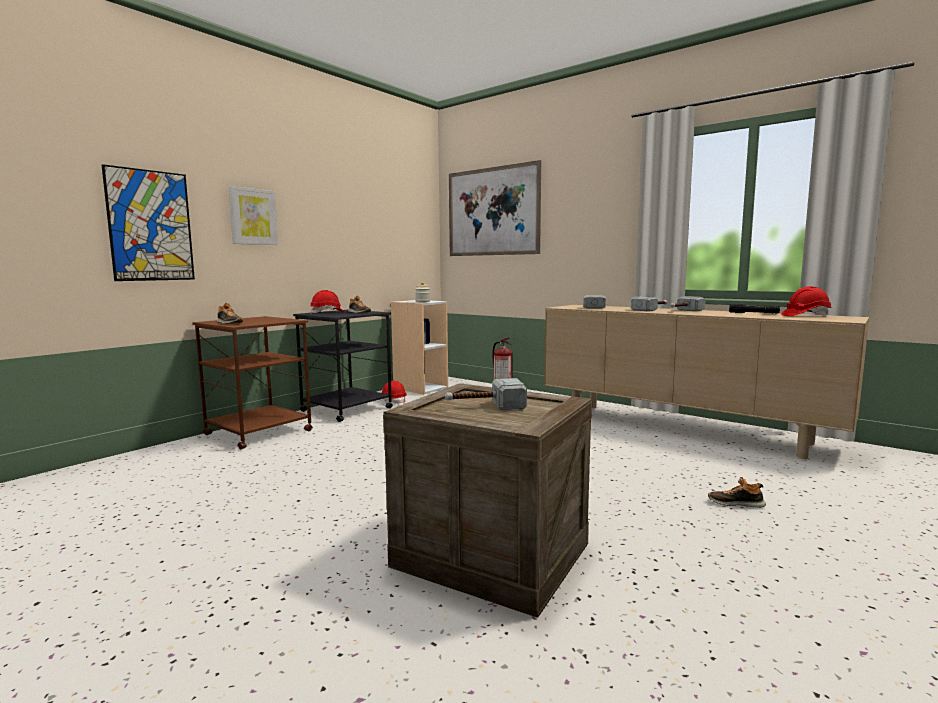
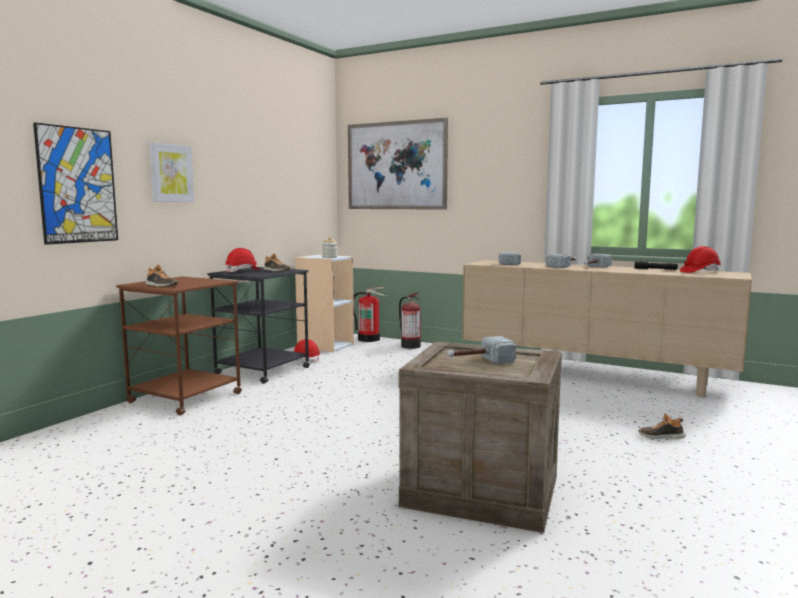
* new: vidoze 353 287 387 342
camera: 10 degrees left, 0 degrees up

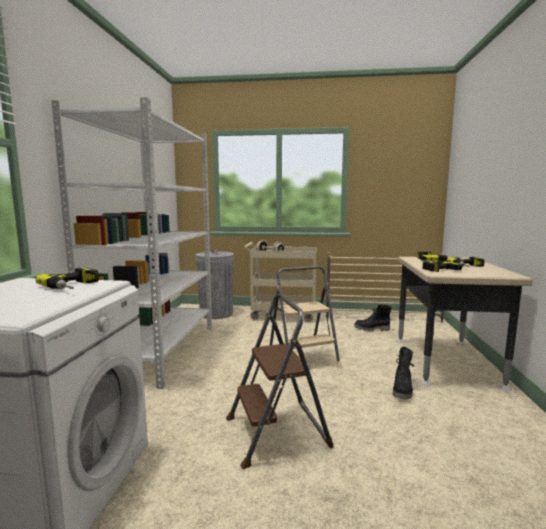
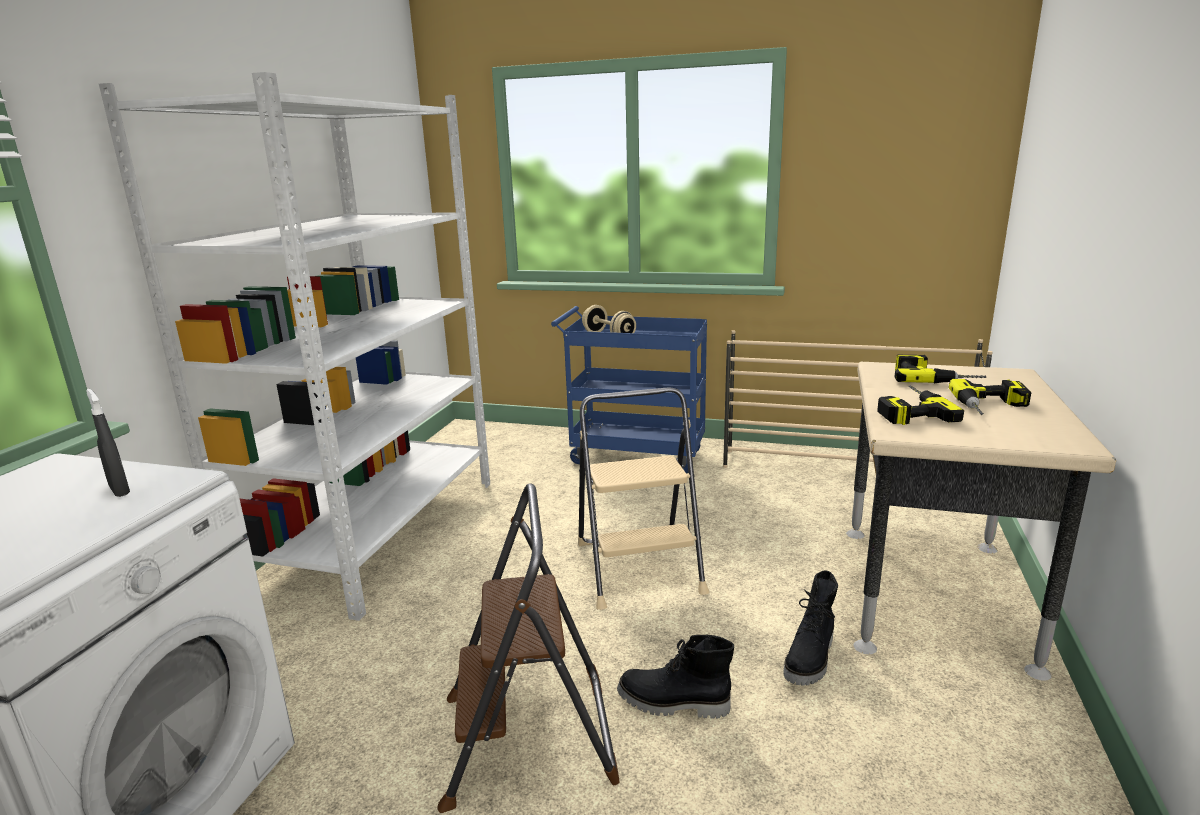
* swapped: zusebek 36 268 99 289 to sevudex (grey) 86 389 130 497
* gone: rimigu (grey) 196 250 234 319
* repainted: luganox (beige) 244 242 317 322 to luganox (blue) 551 306 707 473
* shifted: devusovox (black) 354 305 391 331 to 617 635 734 719
camera: 10 degrees right, 10 degrees up

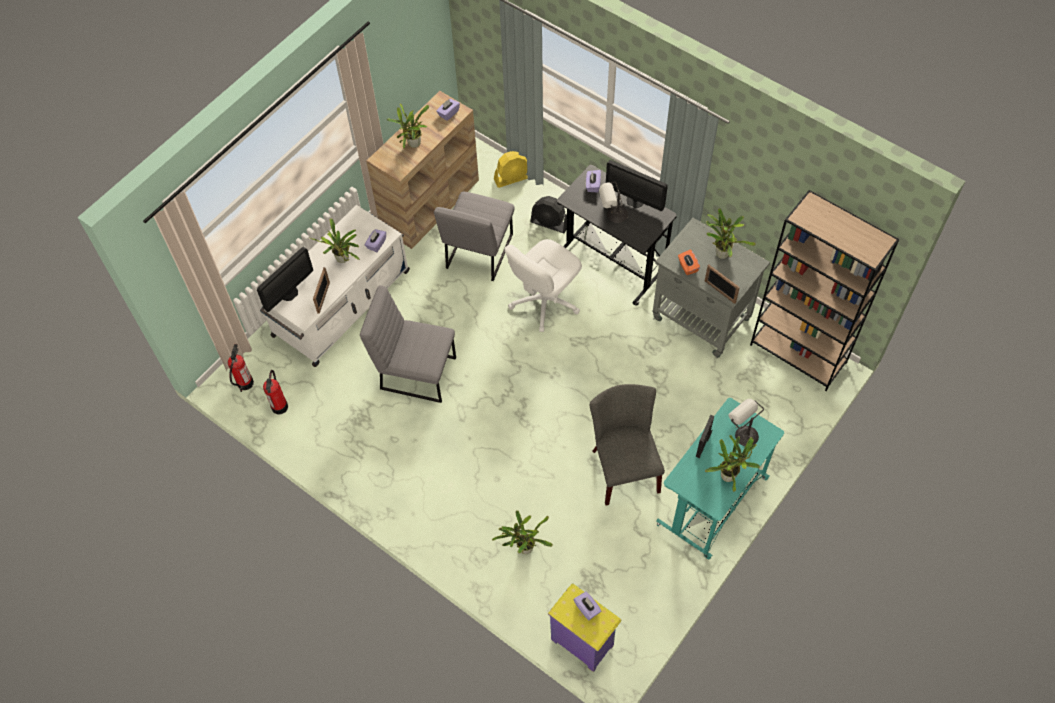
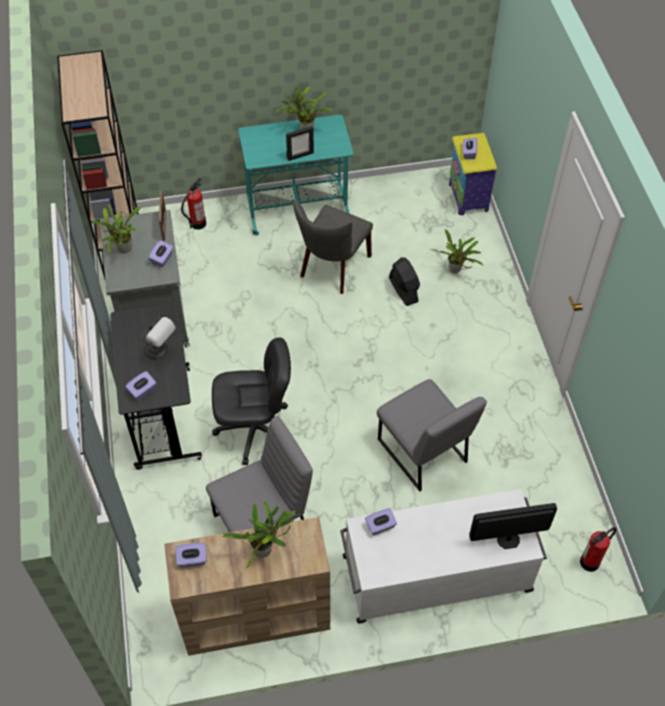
* shifted: vidoze 263 370 288 415 to 181 178 206 230
* gone: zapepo 310 218 360 263
* gone: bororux 313 267 330 314
* gone: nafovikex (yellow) 494 151 527 188
* repainted: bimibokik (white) 504 239 582 332 to bimibokik (black) 212 337 291 465
* shifted: nafovikex (black) 530 196 567 233 to 389 257 420 306
* gone: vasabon 606 160 668 211
* repainted: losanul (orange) 678 249 700 275 to losanul (purple) 149 240 173 267
* gone: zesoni 728 399 764 446
camera: 140 degrees left, 5 degrees down

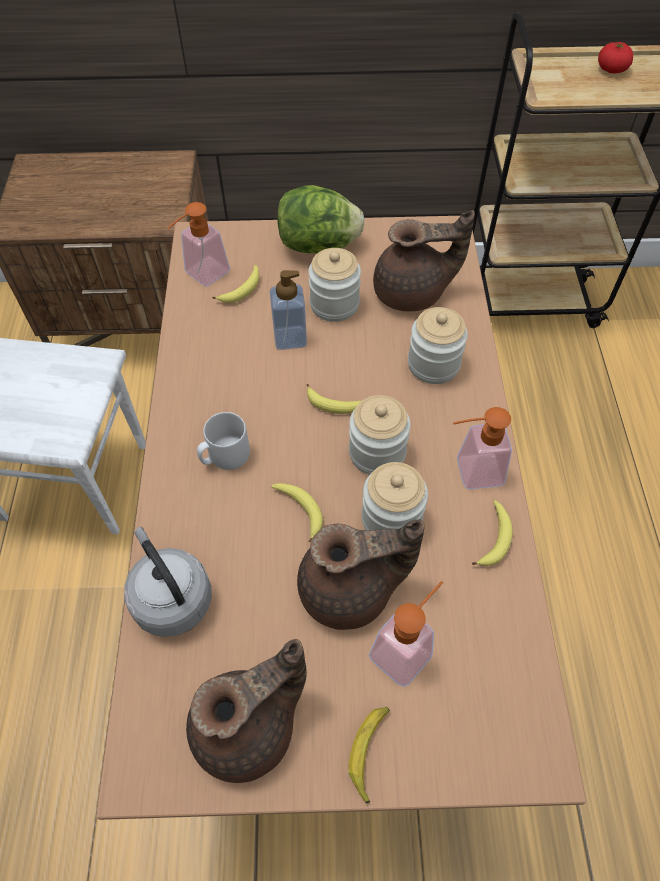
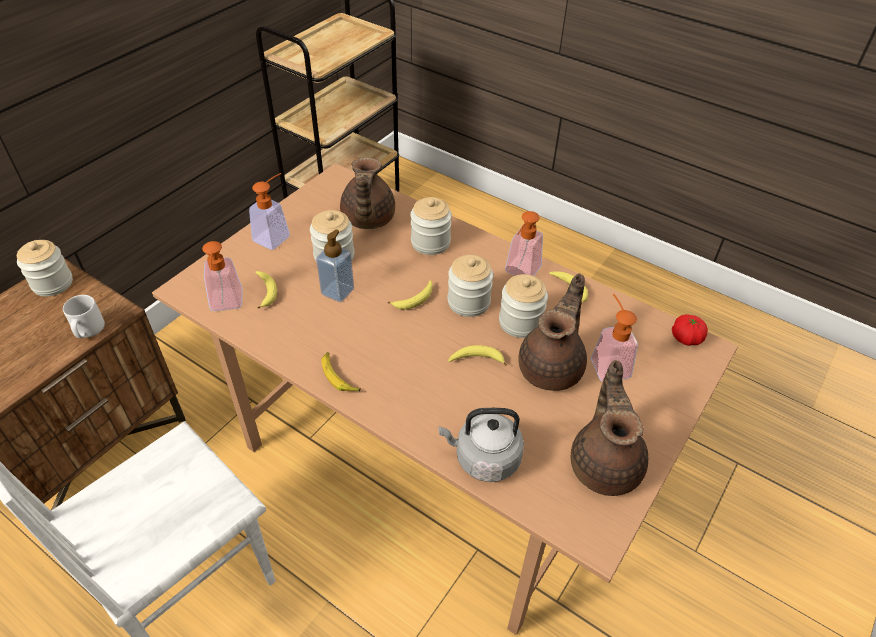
* shifted: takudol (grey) 197 412 250 470 to 63 295 105 338
* swapped: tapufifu 277 185 365 253 to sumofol 249 173 290 250
* shifted: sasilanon 349 707 390 803 to 322 352 361 391
* rotated: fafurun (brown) 373 210 475 311 = 340 157 395 229 150 degrees clockwise
* shifted: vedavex 598 42 633 73 to 672 314 708 346
* new: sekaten 17 240 73 297
camera: 55 degrees left, 10 degrees down

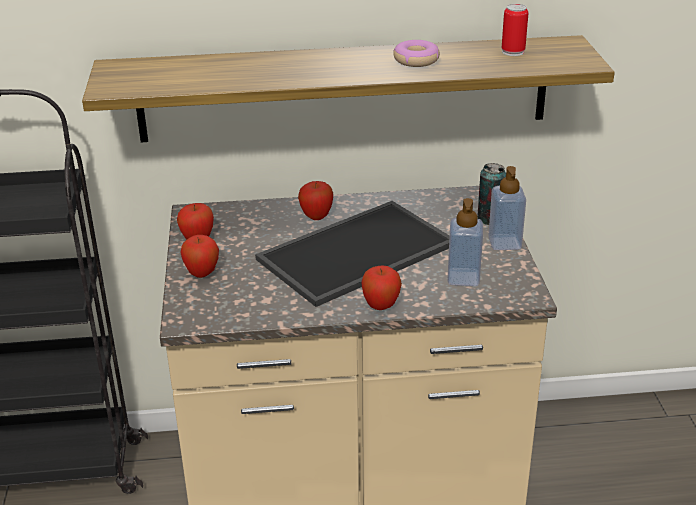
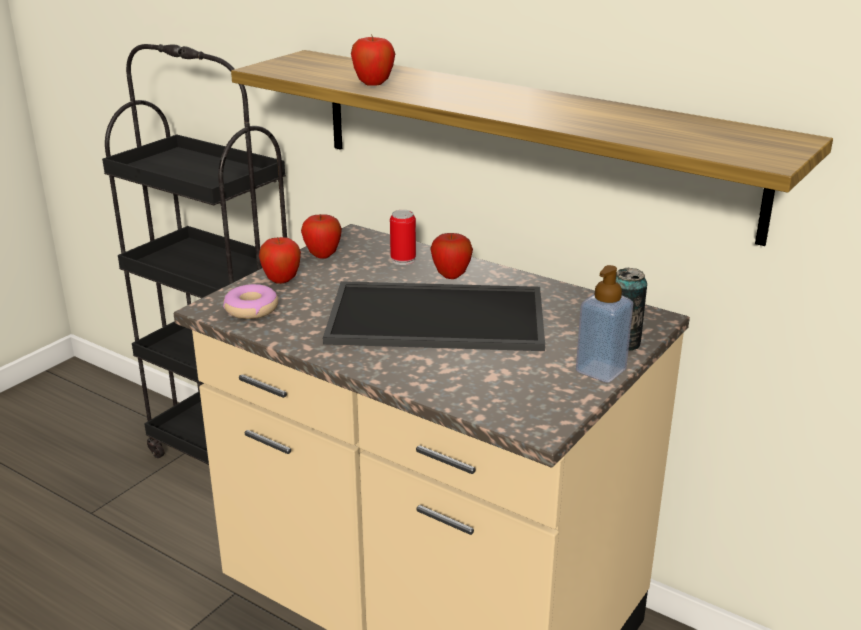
* shifted: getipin 361 265 402 310 to 351 35 395 86
* shifted: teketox 393 40 440 67 to 223 284 278 319
* gone: sumofol 447 198 483 286
* shifted: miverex 502 4 528 56 to 390 210 416 265
camera: 40 degrees right, 5 degrees down

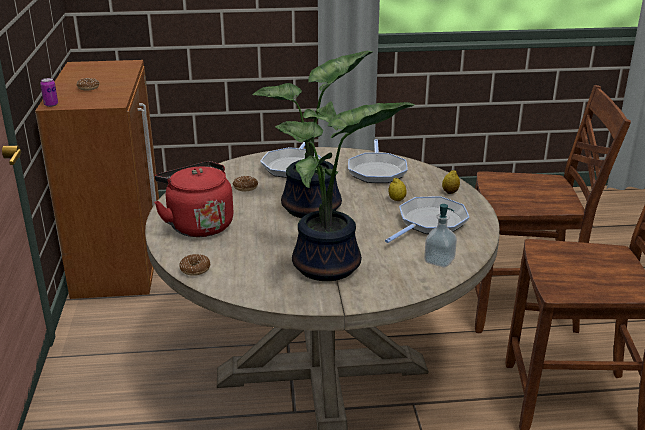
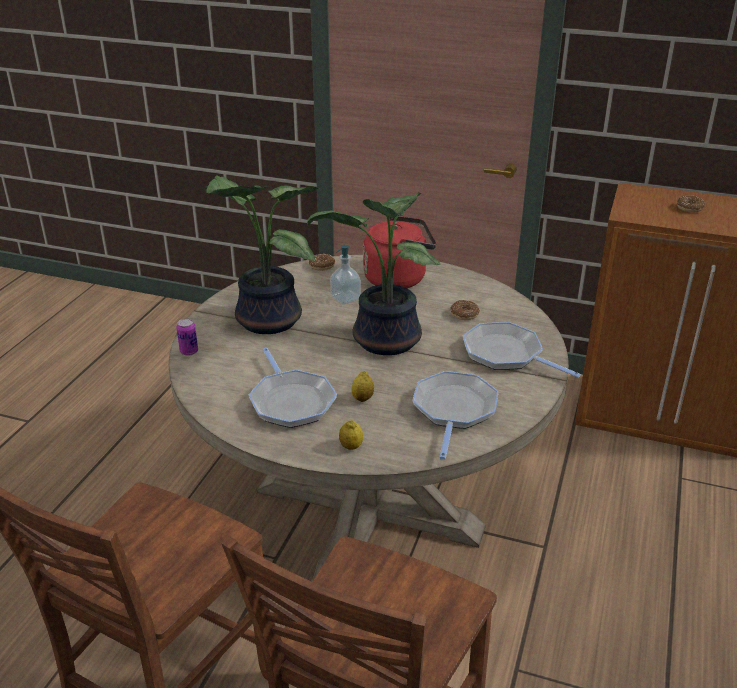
* shifted: miverex 40 78 58 107 to 176 318 198 356
* rotated: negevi 348 139 408 183 = 413 371 498 460 75 degrees clockwise
* shifted: sumofol 424 204 457 267 to 330 245 361 305
camera: 115 degrees right, 5 degrees up

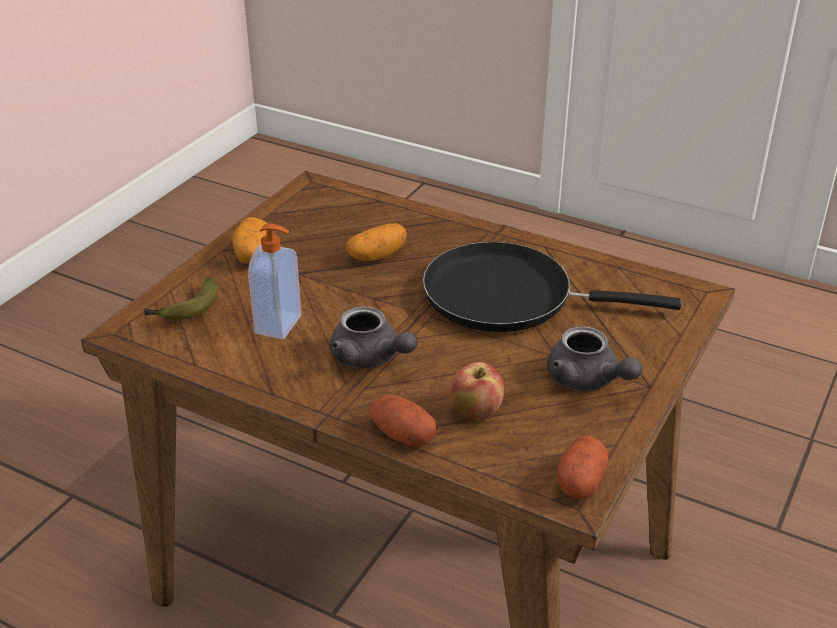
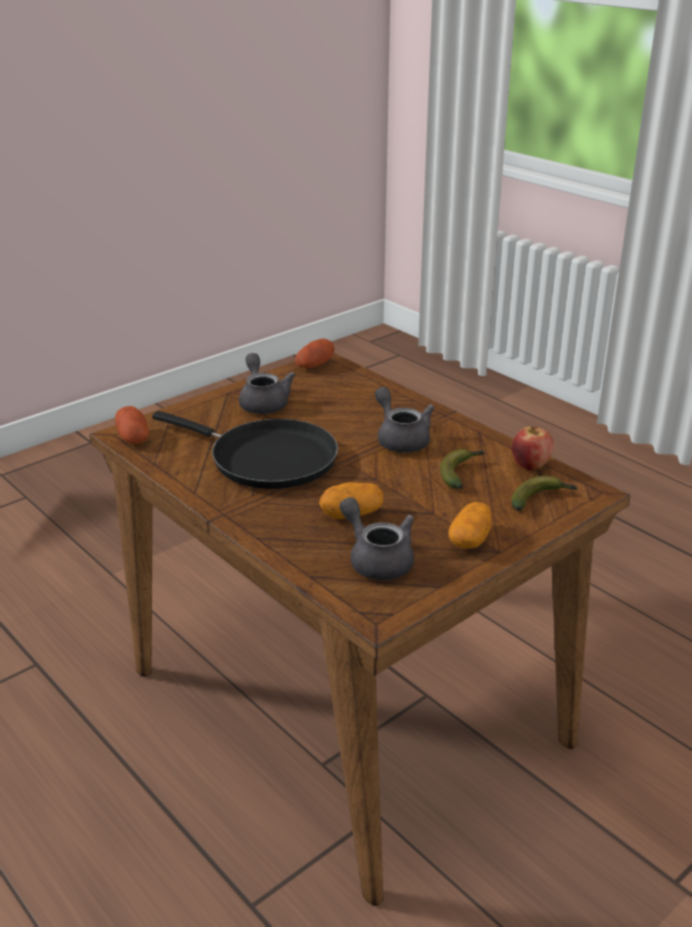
* swapped: sumofol 248 223 301 340 to sasilanon 440 449 485 489
* shifted: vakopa 369 395 436 447 to 115 406 149 444
* shifted: getipin 450 362 504 420 to 512 426 554 471
* new: fafurun (grey) 340 497 414 580
camera: 160 degrees left, 5 degrees down

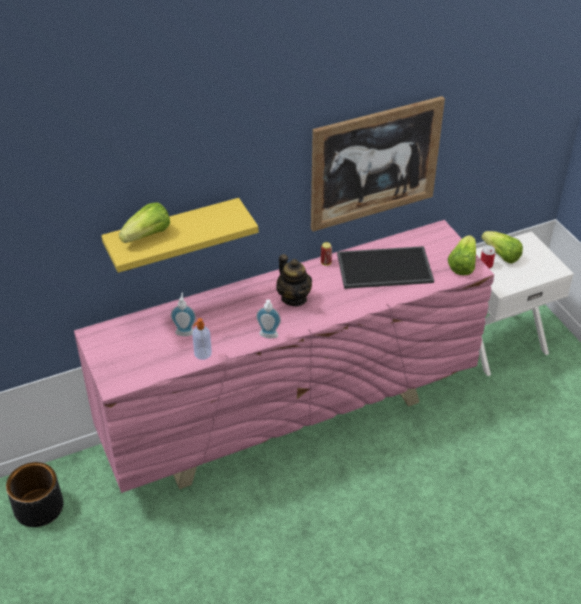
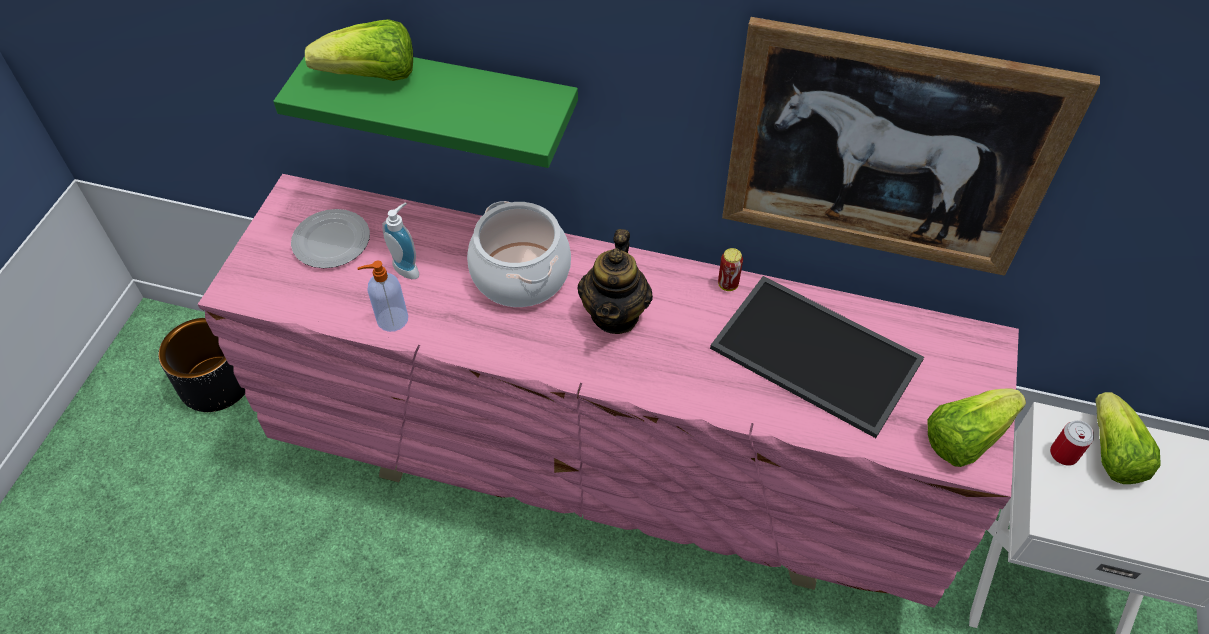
* repainted: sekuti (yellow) 101 198 258 273 to sekuti (green) 273 39 578 168
* gone: sumofol 256 299 281 338
* new: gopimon 291 209 370 268
* new: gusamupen 467 201 571 307
camera: 40 degrees right, 10 degrees up

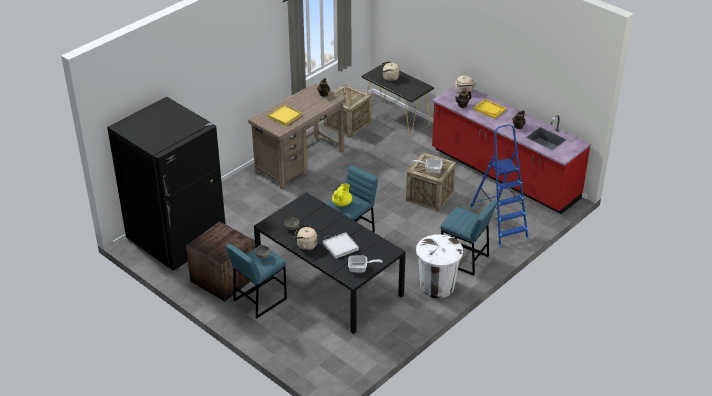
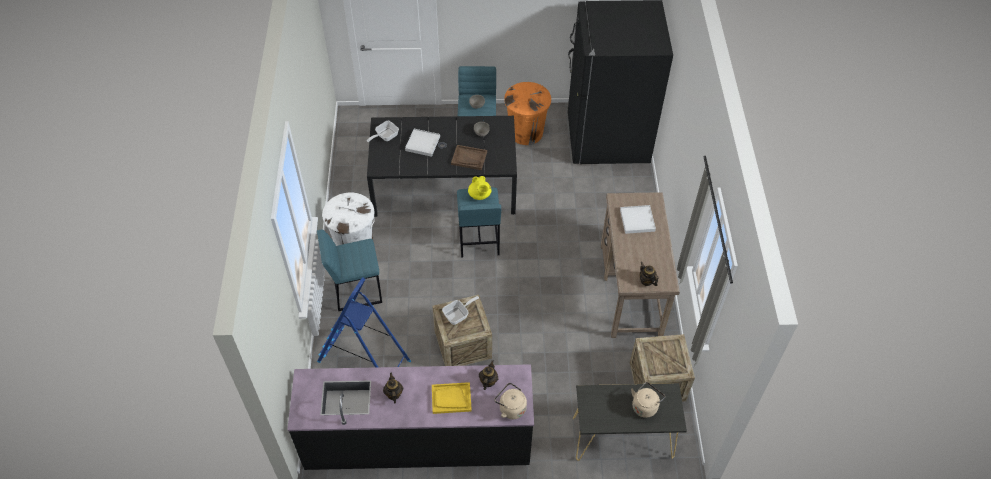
* swapped: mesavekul 186 222 255 301 to rimigu (orange) 504 82 551 145
* repainted: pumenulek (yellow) 268 105 301 126 to pumenulek (white) 620 205 656 234
* gone: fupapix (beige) 294 225 317 250
* repainted: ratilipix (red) 432 86 591 214 to ratilipix (black) 287 364 534 470
* new: pumenulek (brown) 451 145 487 170
camera: 135 degrees right, 15 degrees up

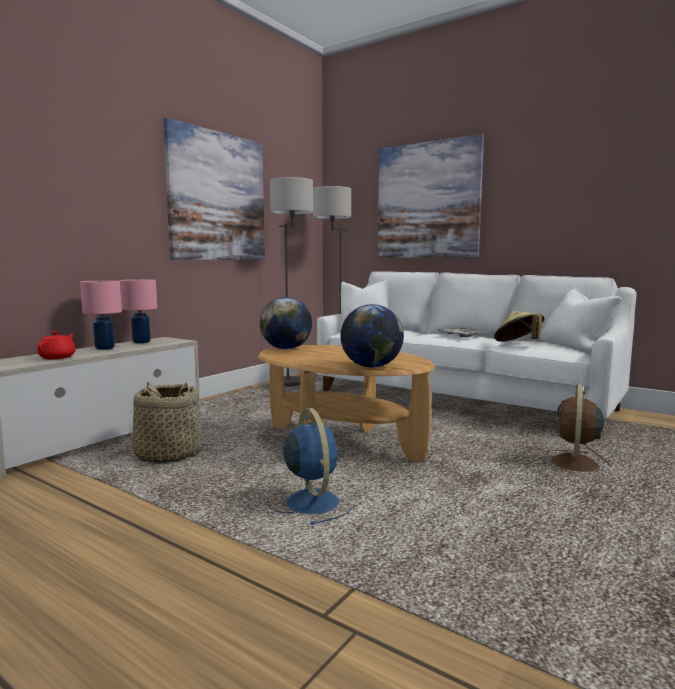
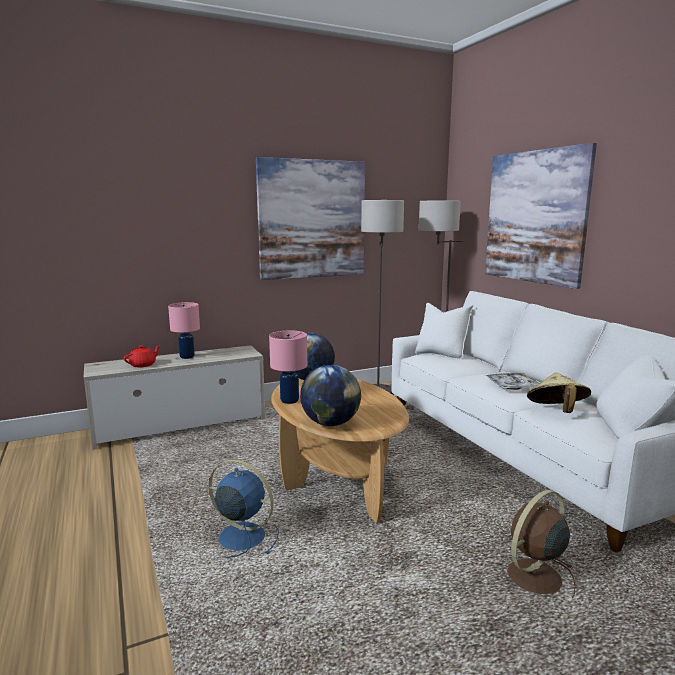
* shifted: zesoni (pink) 120 279 157 343 to 269 330 307 404
* gone: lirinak 129 382 204 464
* rotated: nafovikex (blue) 274 408 354 525 = 208 459 279 558 75 degrees counterclockwise
camera: 30 degrees right, 5 degrees up

